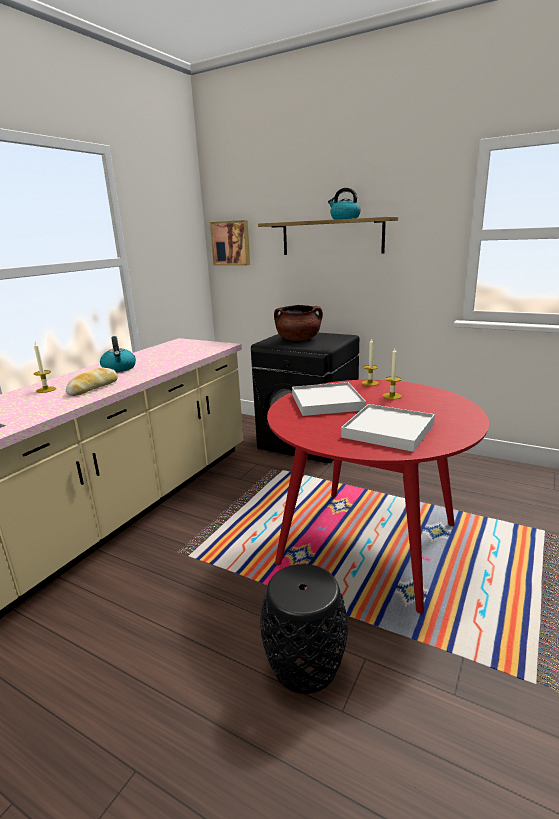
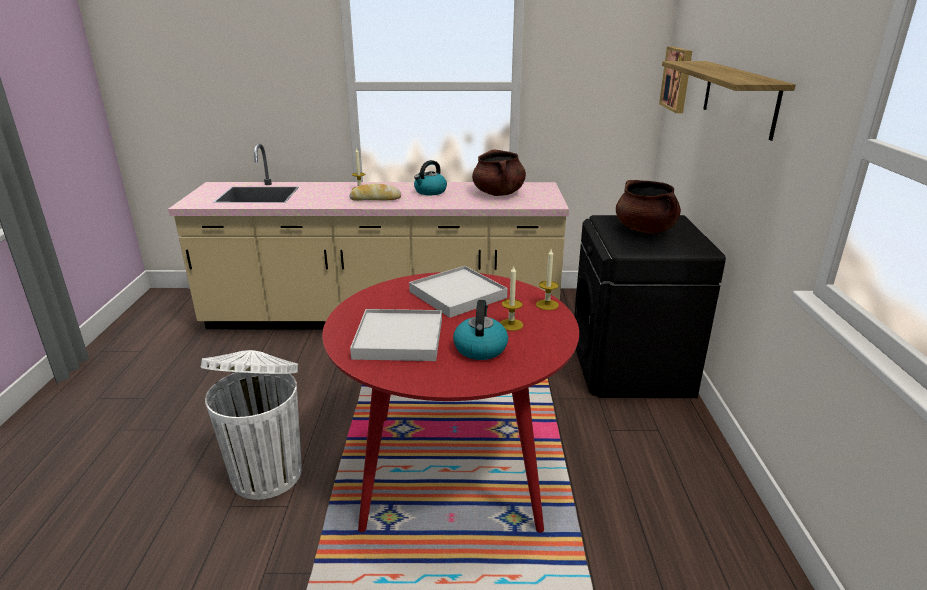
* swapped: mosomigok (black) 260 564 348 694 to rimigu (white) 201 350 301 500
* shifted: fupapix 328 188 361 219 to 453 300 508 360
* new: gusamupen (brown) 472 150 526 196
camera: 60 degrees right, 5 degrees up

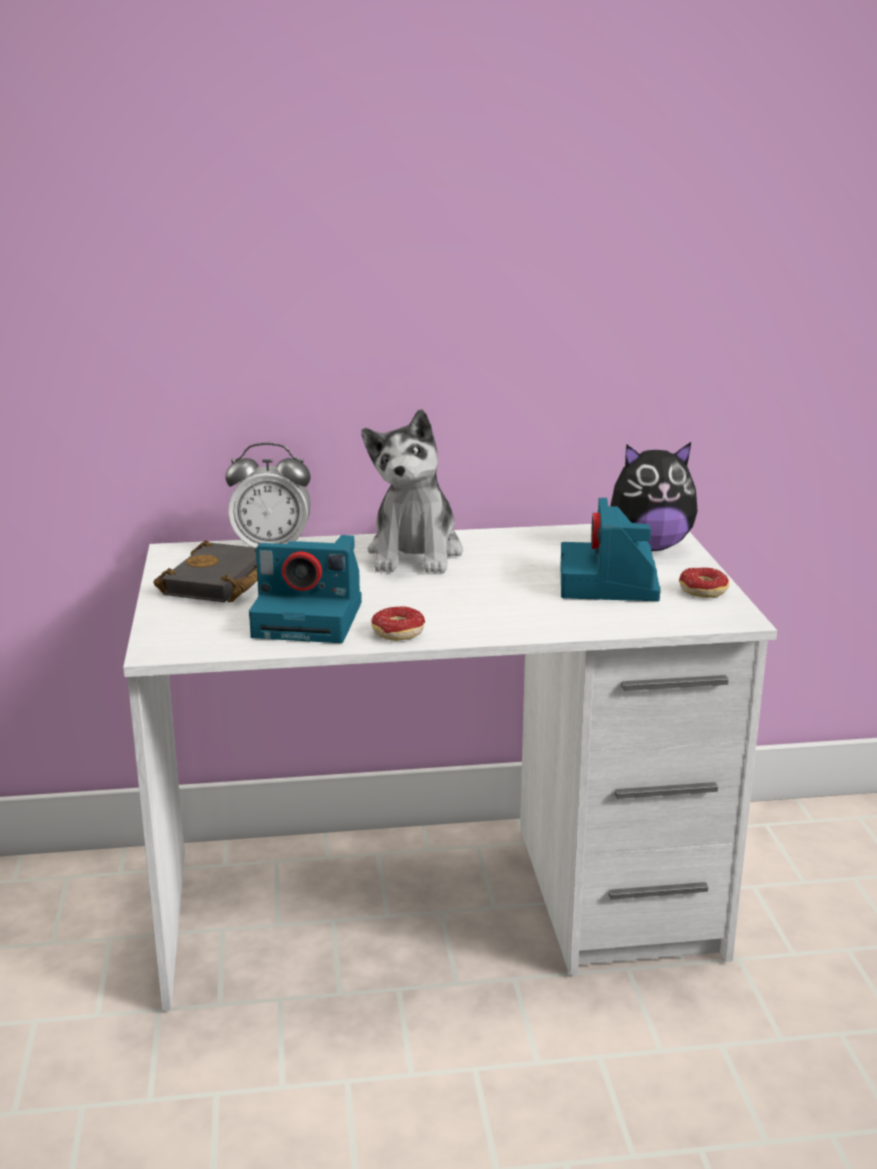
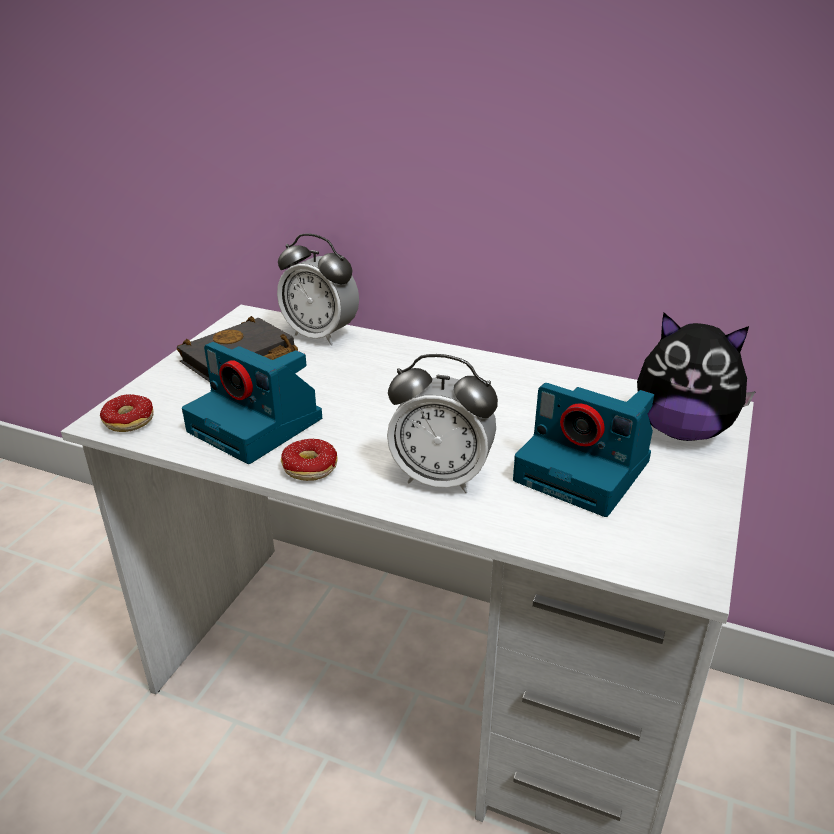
* gone: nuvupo 362 409 463 573
* rotated: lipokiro 561 498 661 601 = 513 383 654 517 90 degrees counterclockwise
* shifted: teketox 679 567 729 598 to 70 394 154 432
* new: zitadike 387 354 498 493
camera: 30 degrees right, 10 degrees up

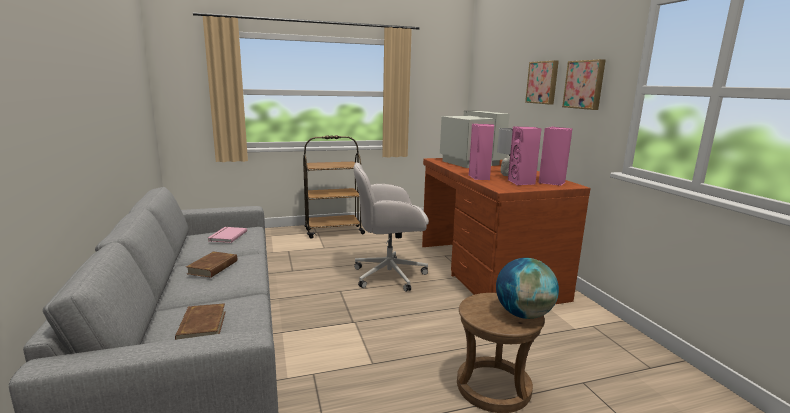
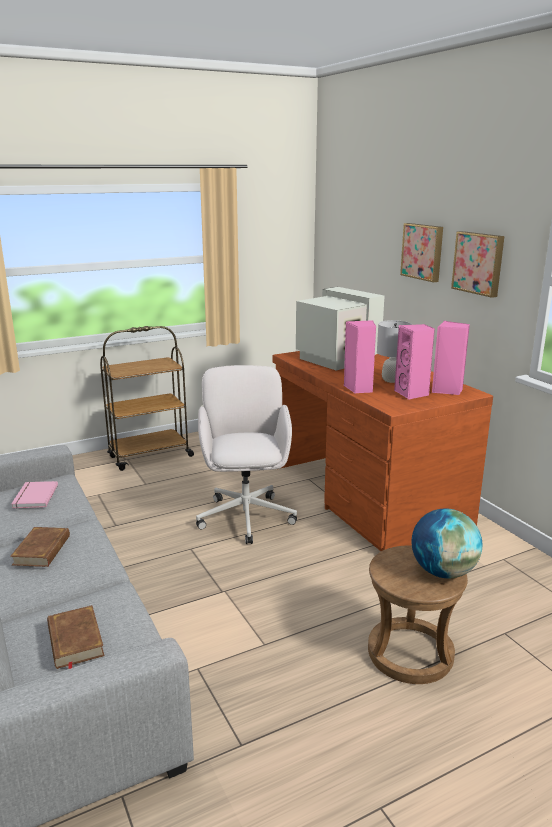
* rotated: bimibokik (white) 354 162 429 292 = 196 365 297 544 105 degrees clockwise
camera: 10 degrees left, 5 degrees up

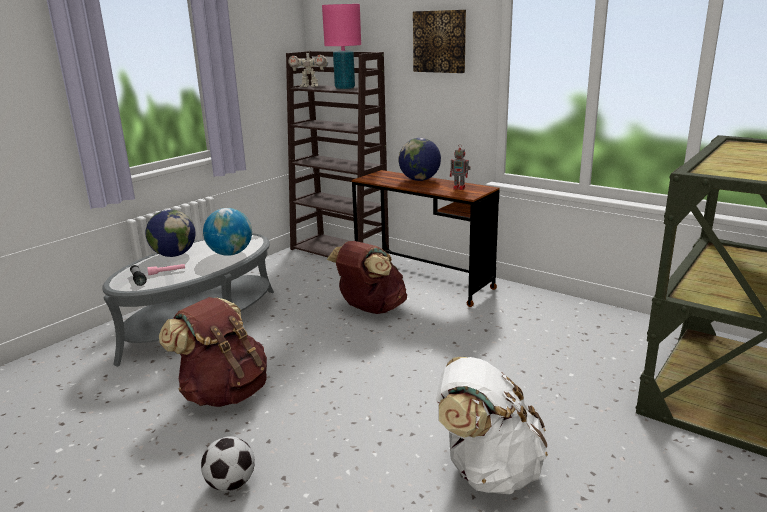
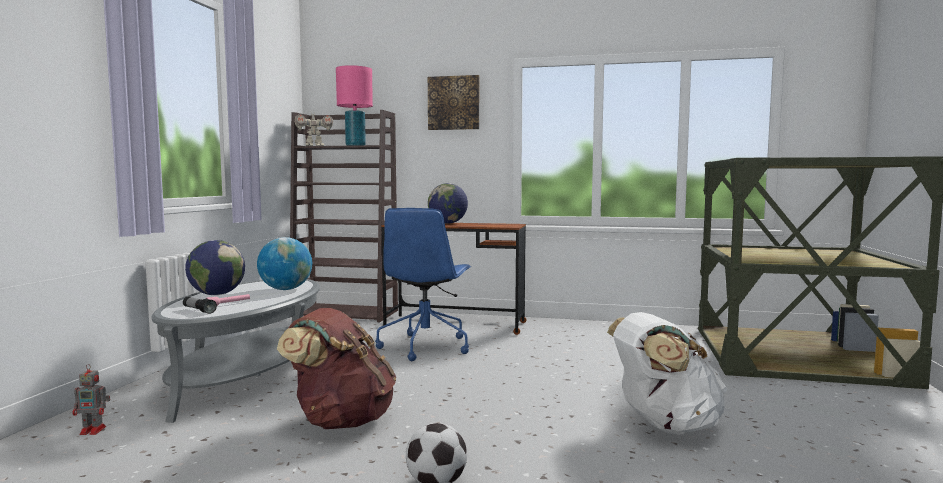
* swapped: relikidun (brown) 327 241 407 314 to bimibokik (blue) 375 208 471 361
* shifted: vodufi 450 147 471 190 to 72 364 110 435
camera: 25 degrees left, 15 degrees down

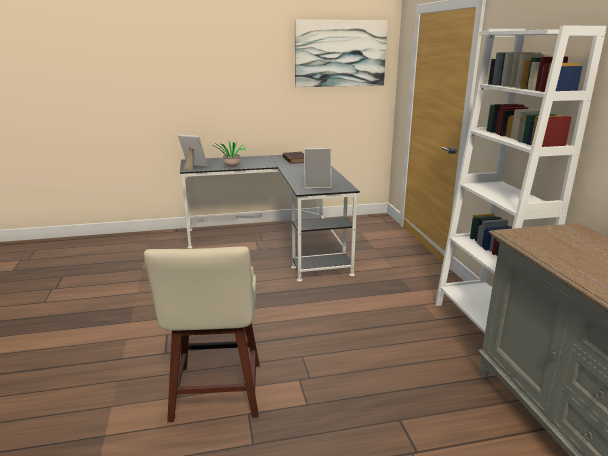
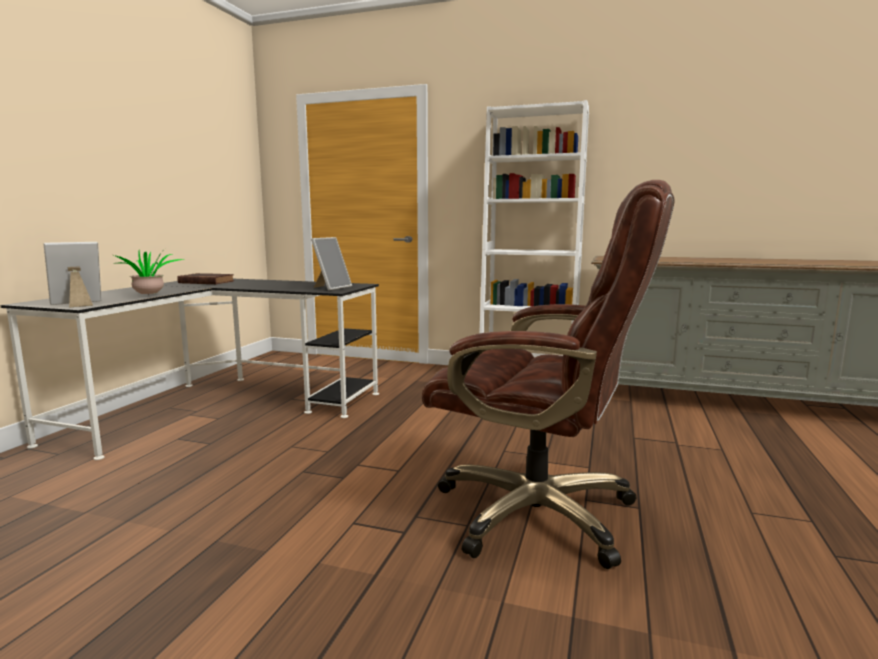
* swapped: mosomigok (beige) 144 247 260 422 to bimibokik (brown) 422 180 675 569
* gone: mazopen 295 19 388 87
camera: 60 degrees left, 10 degrees down

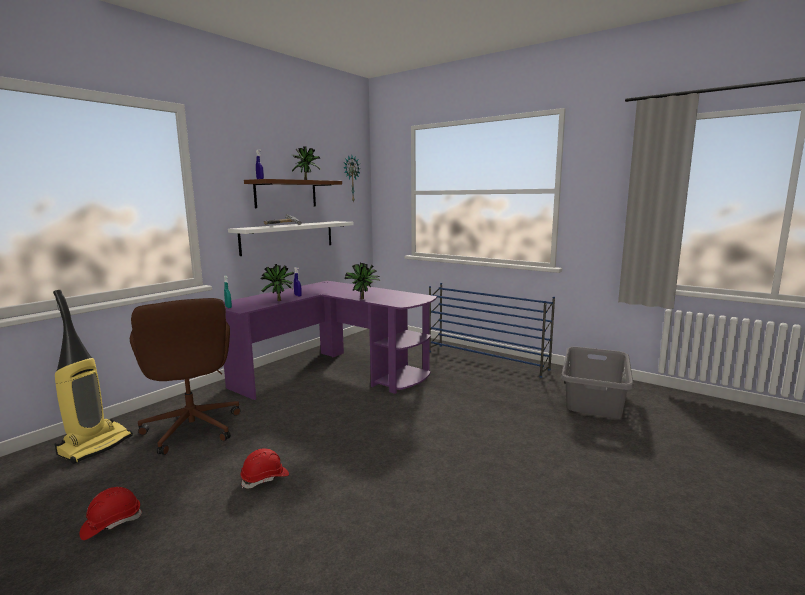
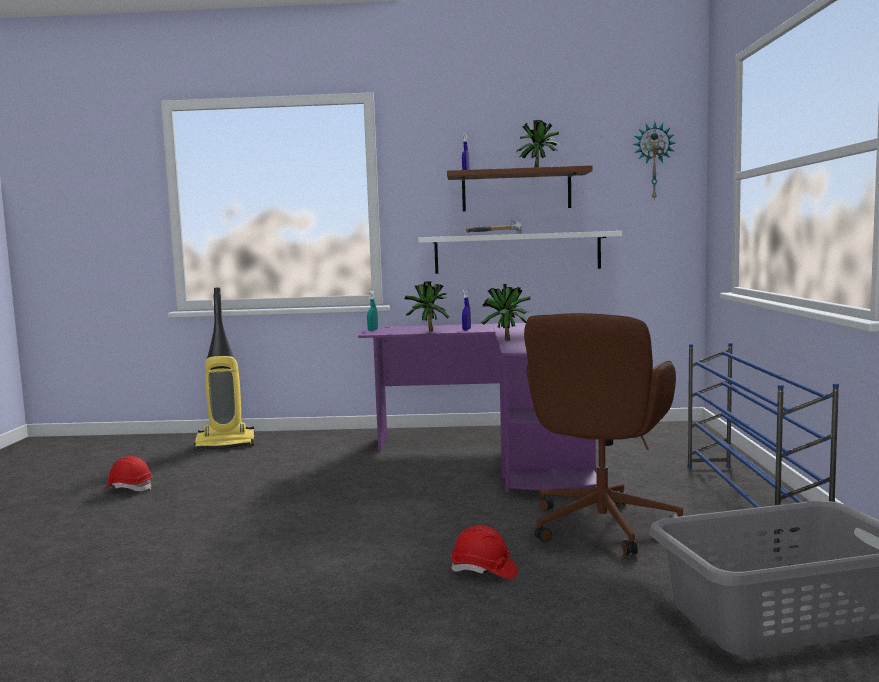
* shifted: bimibokik (brown) 130 298 240 455 to 524 313 683 555
* shifted: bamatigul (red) 240 448 289 489 to 451 525 519 579
camera: 55 degrees right, 5 degrees down

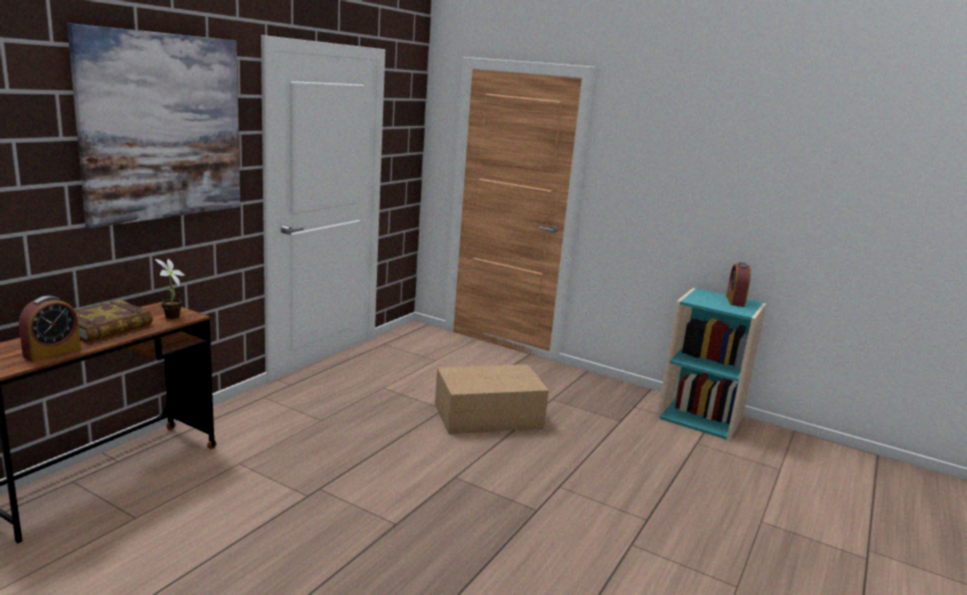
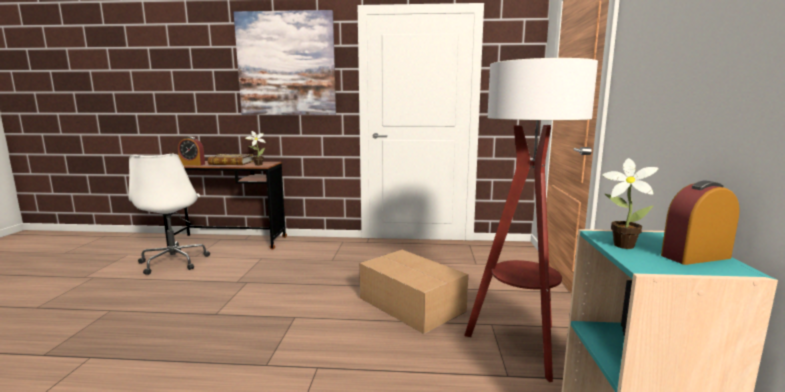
* new: bimibokik (white) 128 154 210 275
* new: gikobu 464 58 598 382
* new: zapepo 602 158 659 249
camera: 65 degrees right, 5 degrees down

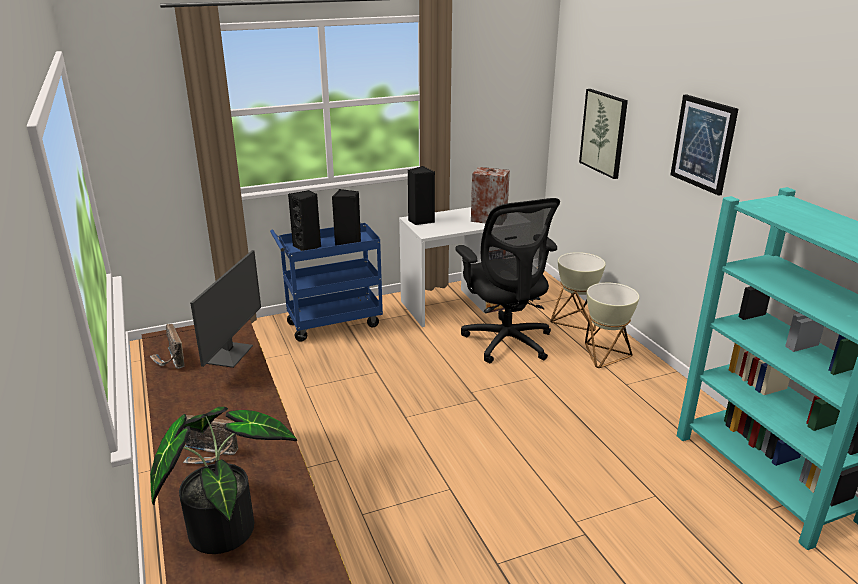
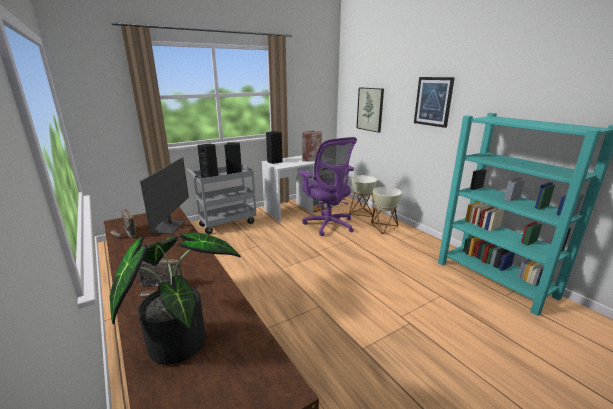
* repainted: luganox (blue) 270 223 383 342 to luganox (grey) 187 164 256 234
* repainted: bimibokik (black) 456 198 560 363 to bimibokik (purple) 298 137 357 236
camera: 10 degrees left, 5 degrees down

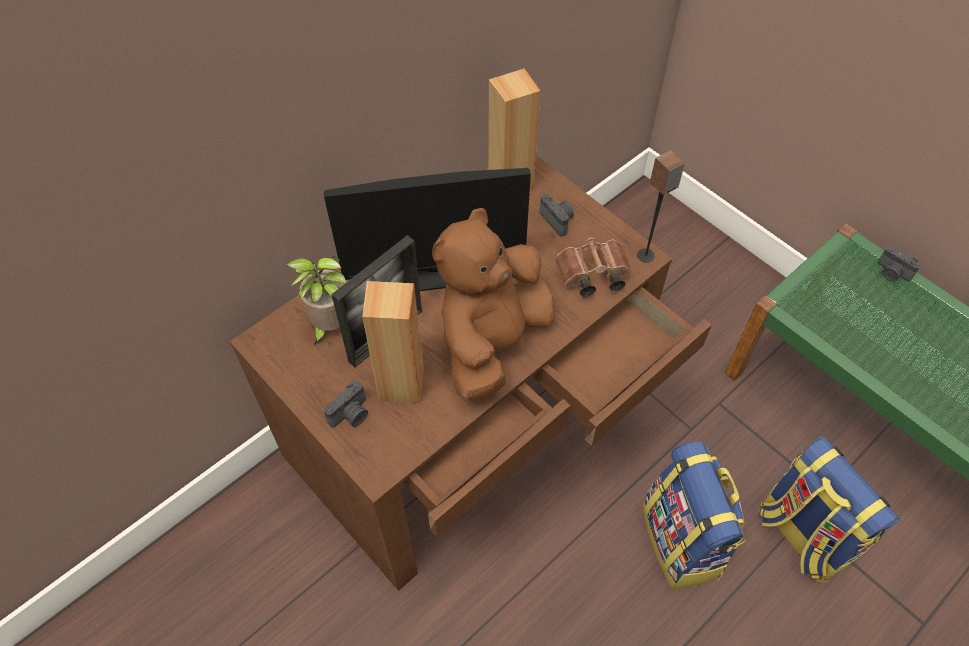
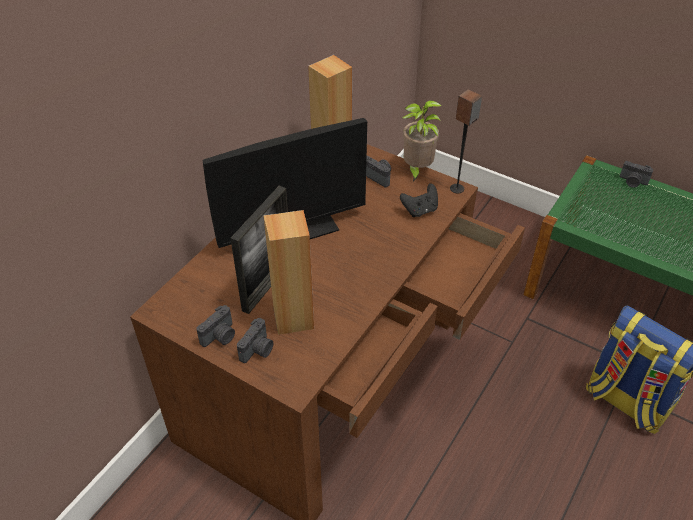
* shifted: zapepo 286 256 347 345 to 402 100 442 182
* gone: nuvupo (brown) 432 208 554 401
* swapped: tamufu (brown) 555 237 632 297 to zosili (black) 400 183 438 217
* gone: relikidun 642 441 745 590
* new: lipokiro 196 305 235 347
camera: 15 degrees left, 10 degrees down

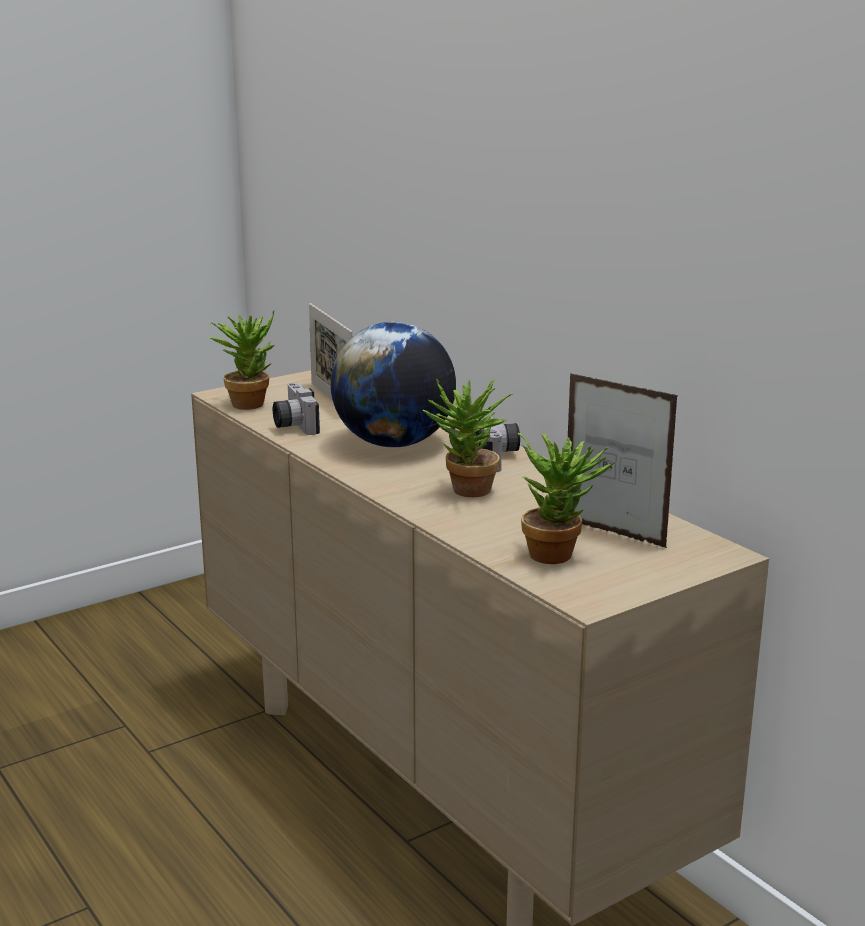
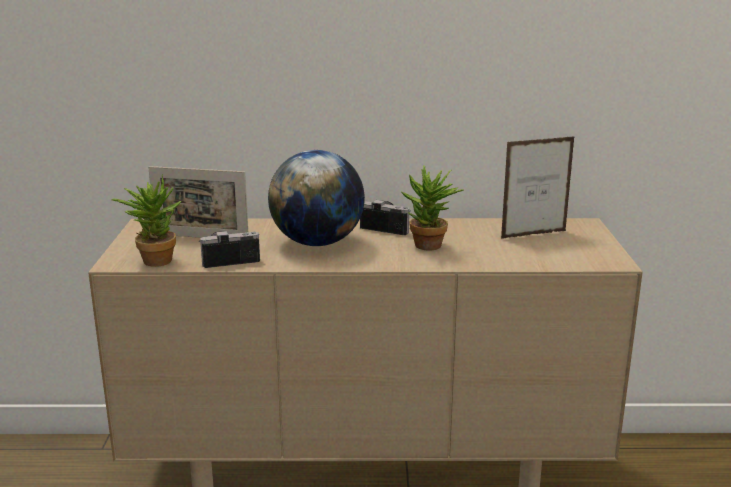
* rotated: lipokiro 273 383 320 435 = 199 231 260 268 150 degrees clockwise
* gone: zapepo 518 433 614 564
camera: 55 degrees left, 0 degrees up

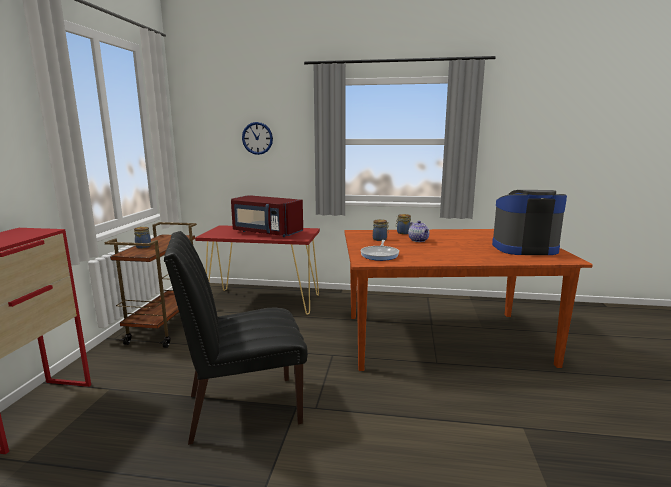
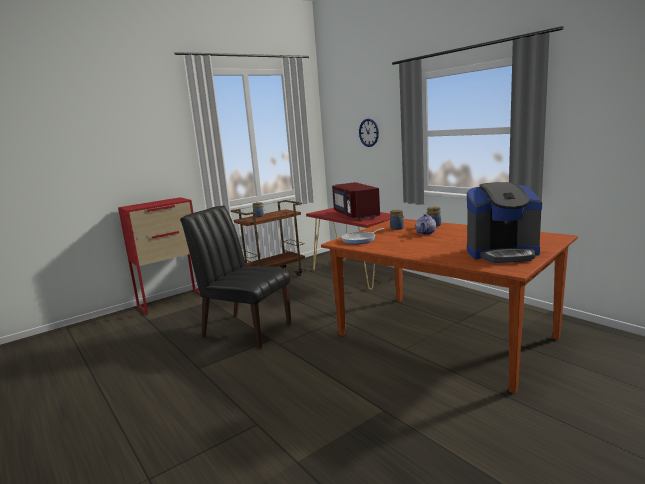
* rotated: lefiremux 492 190 567 255 = 467 182 542 263 135 degrees clockwise
camera: 45 degrees right, 0 degrees up

